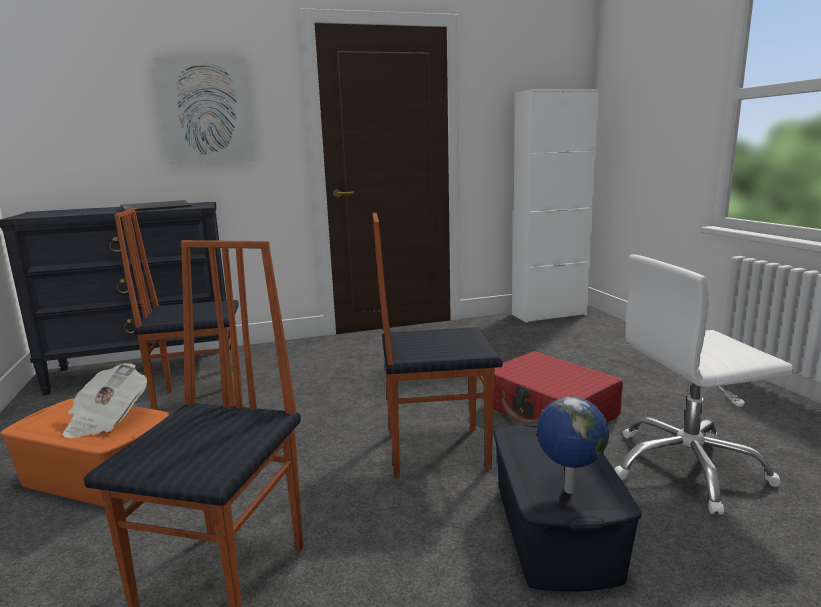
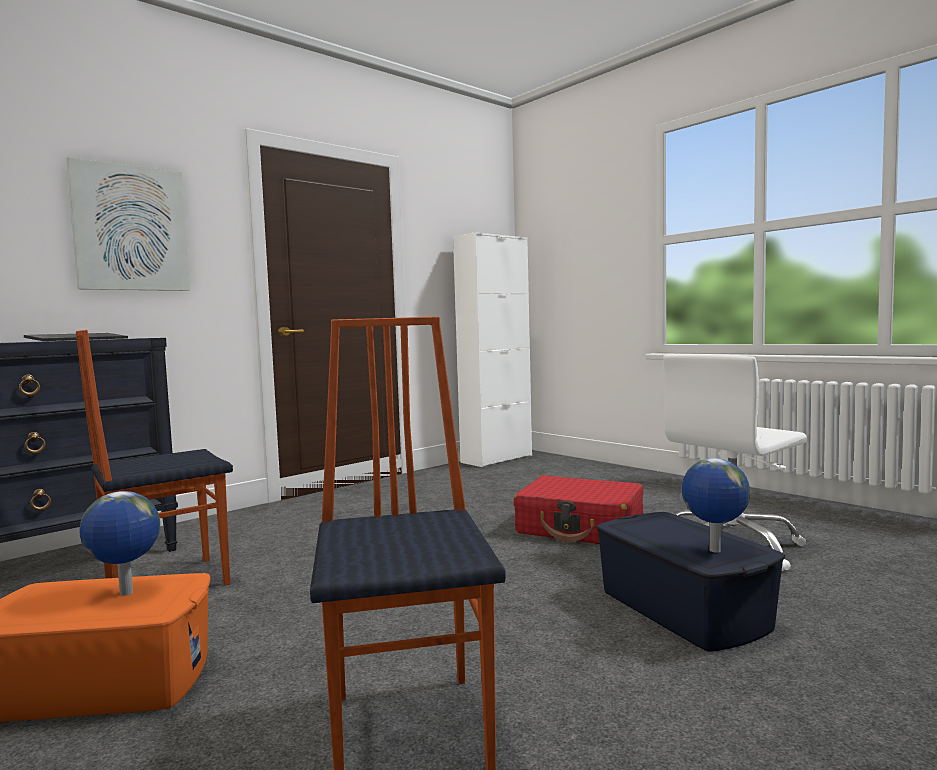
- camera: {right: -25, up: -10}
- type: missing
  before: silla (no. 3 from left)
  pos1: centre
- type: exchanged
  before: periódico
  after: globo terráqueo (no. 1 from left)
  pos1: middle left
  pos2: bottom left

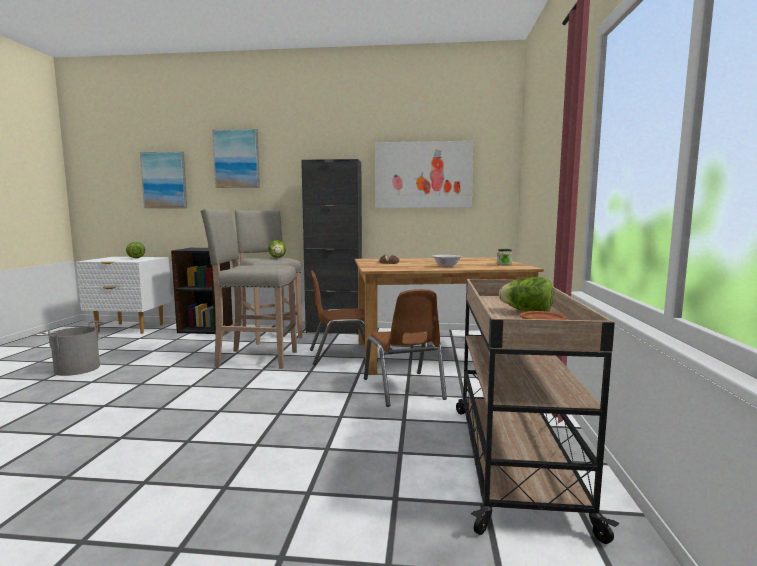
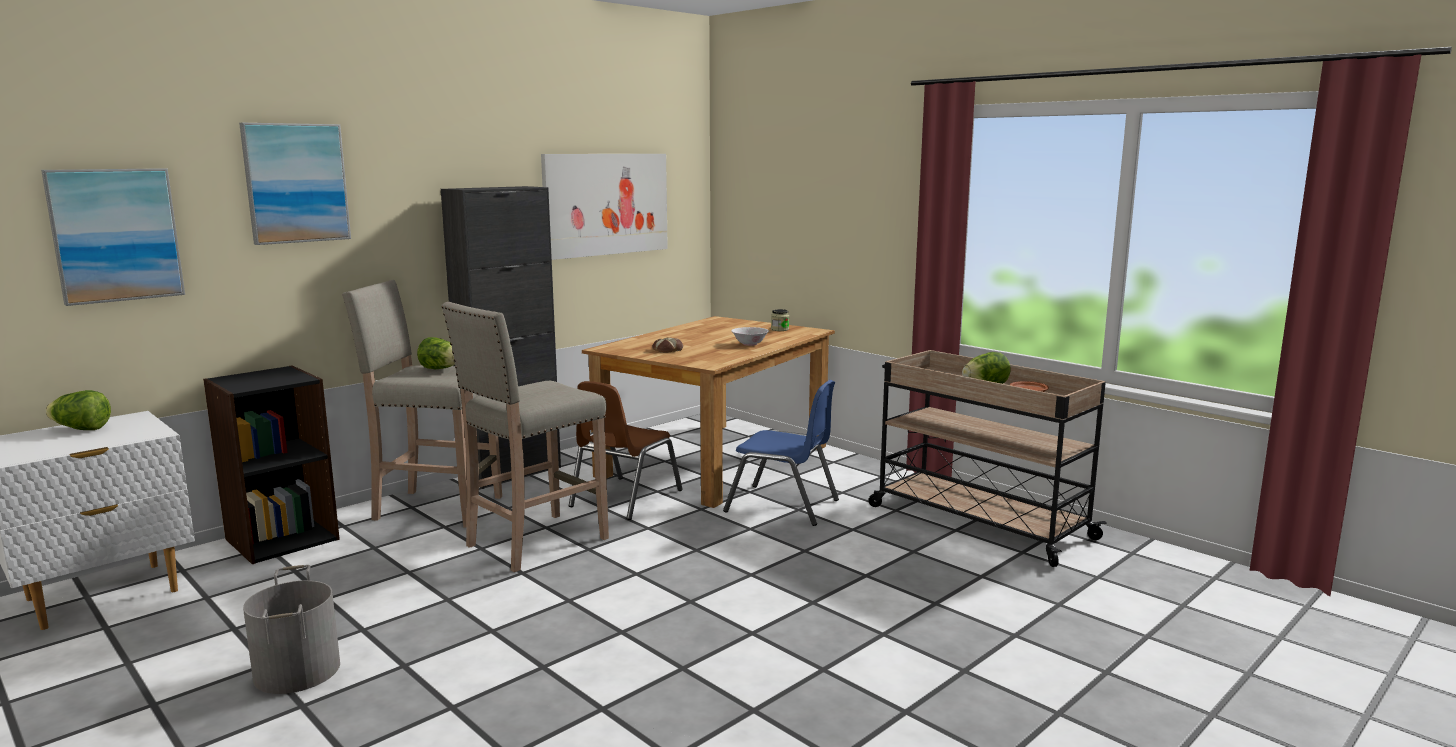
- camera: {right: -50, up: 5}
- type: colour
  before: silla/marrón (no. 2 from left)
  after: silla/azul
  pos1: centre
  pos2: centre

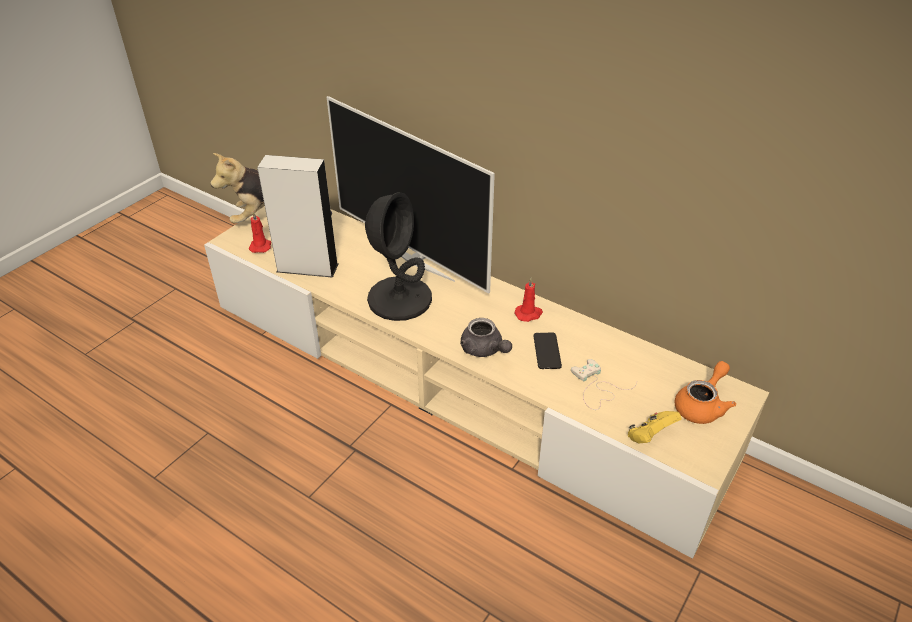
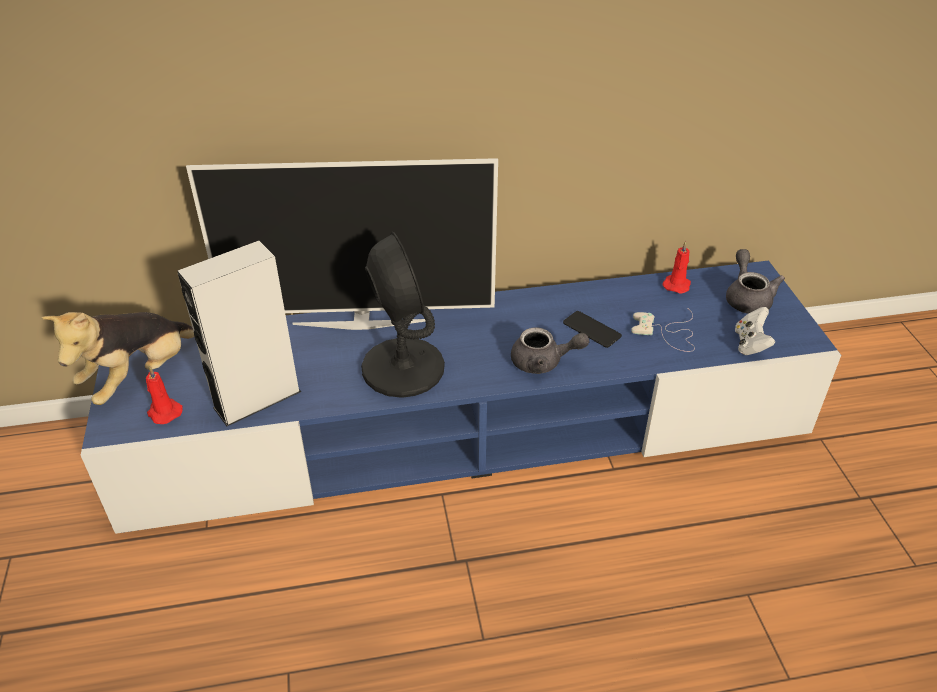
- camera: {right: -45, up: 0}
- type: relocated
  before: vela/rojo (no. 2 from left)
  pos1: centre
  pos2: middle right
- type: colour
  before: mueble de televisión/beis
  after: mueble de televisión/azul
  pos1: centre
  pos2: centre
- type: colour
  before: mando de consola/amarillo
  after: mando de consola/blanco (no. 2 from left)
  pos1: bottom right
  pos2: middle right
- type: colour
  before: tetera/naranja
  after: tetera/gris (no. 2 from left)
  pos1: middle right
  pos2: middle right

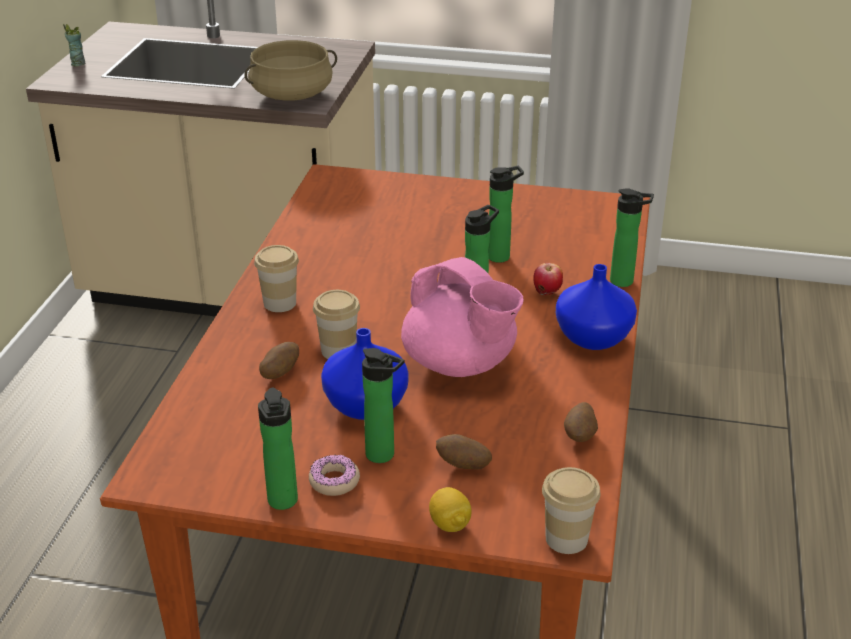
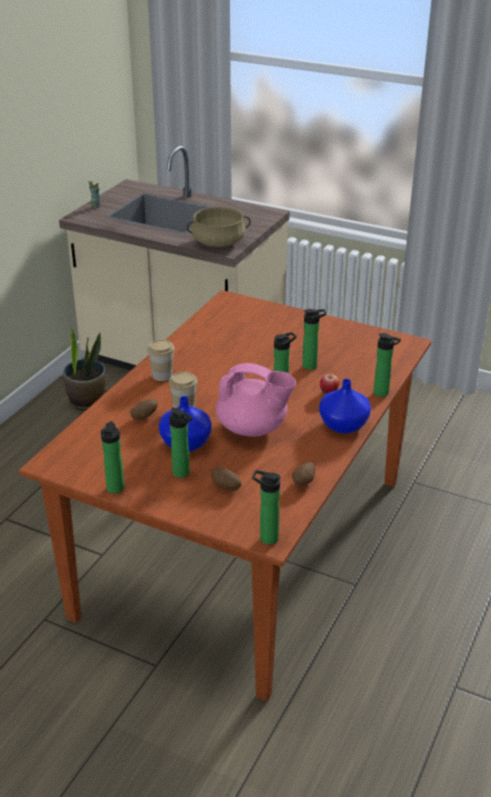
- camera: {right: 15, up: 0}
- type: missing
  before: rosquilla
  pos1: bottom centre
- type: missing
  before: limón
  pos1: bottom centre
- type: appeared
  after: planta en maceta
  pos2: middle left
- type: exchanged
  before: taza (no. 4 from left)
  after: botella (no. 3 from left)
  pos1: bottom right
  pos2: centre
- type: spun
  before: tetera/rosa
  pos1: centre
  pos2: centre
  turn: -45

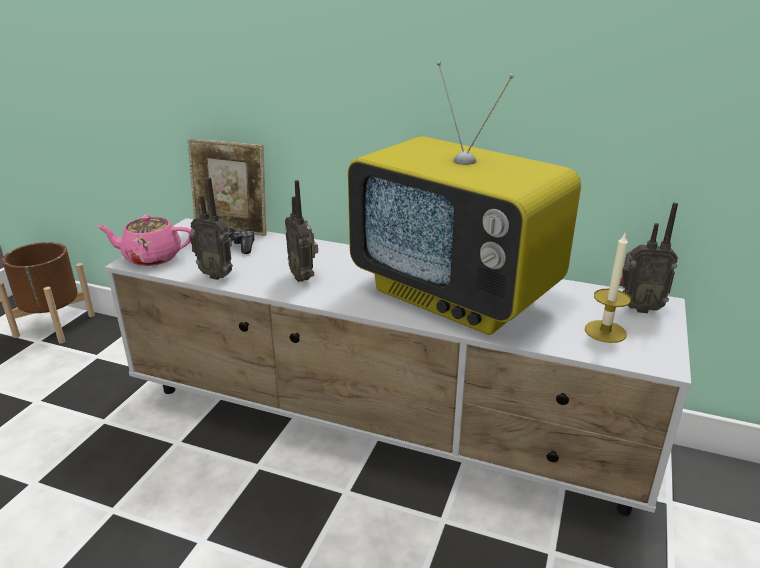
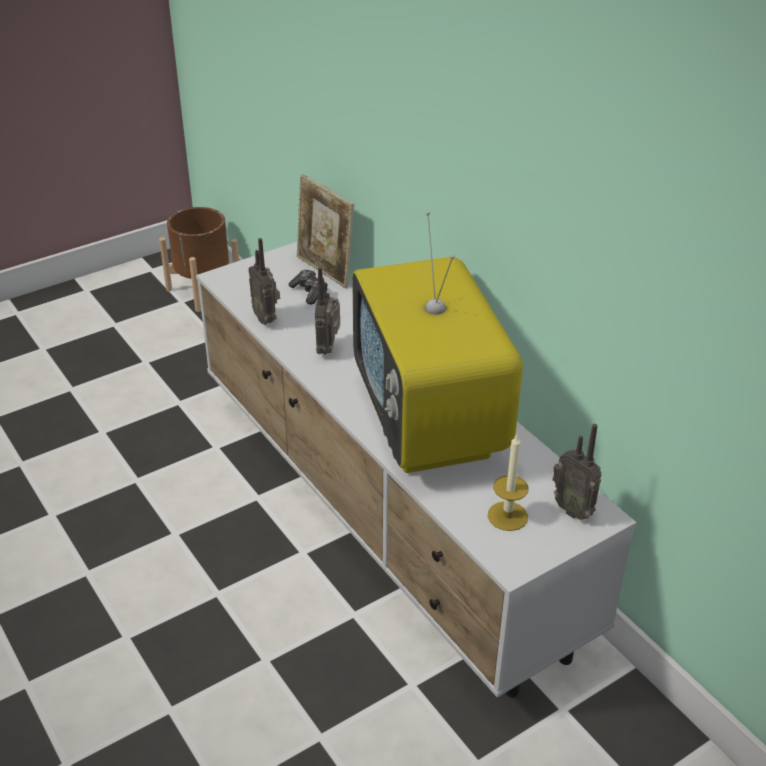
- camera: {right: 35, up: 10}
- type: missing
  before: tetera/rosa
  pos1: middle left

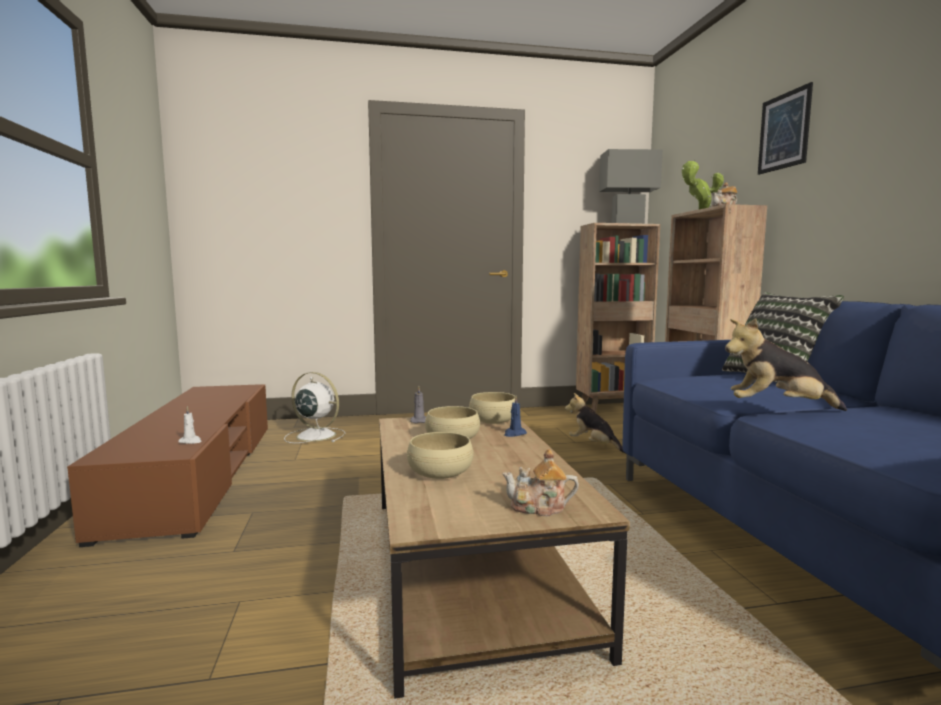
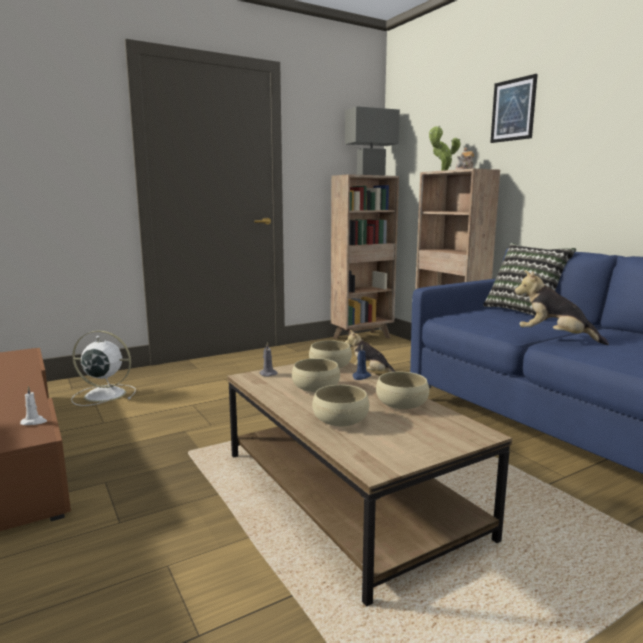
- camera: {right: -20, up: 5}
- type: missing
  before: tetera (no. 1 from left)
  pos1: bottom centre
- type: appeared
  after: cuenco/beis (no. 4 from left)
  pos2: centre
- type: spun
  before: peluche (no. 2 from left)
  pos1: middle right
  pos2: middle right
  turn: 45

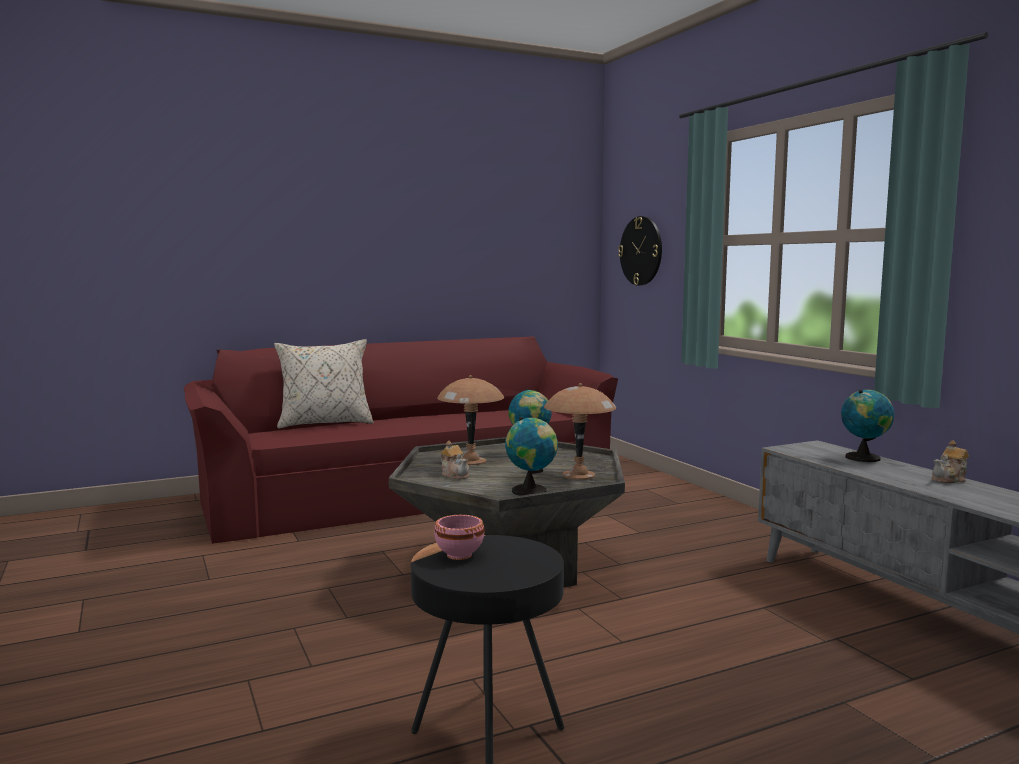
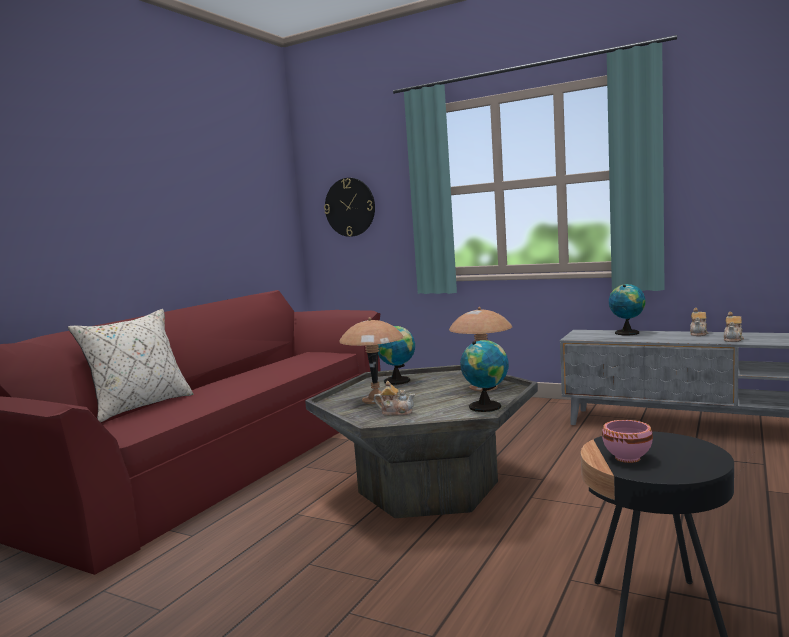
- camera: {right: -35, up: 0}
- type: appeared
  after: tetera (no. 3 from left)
  pos2: middle right

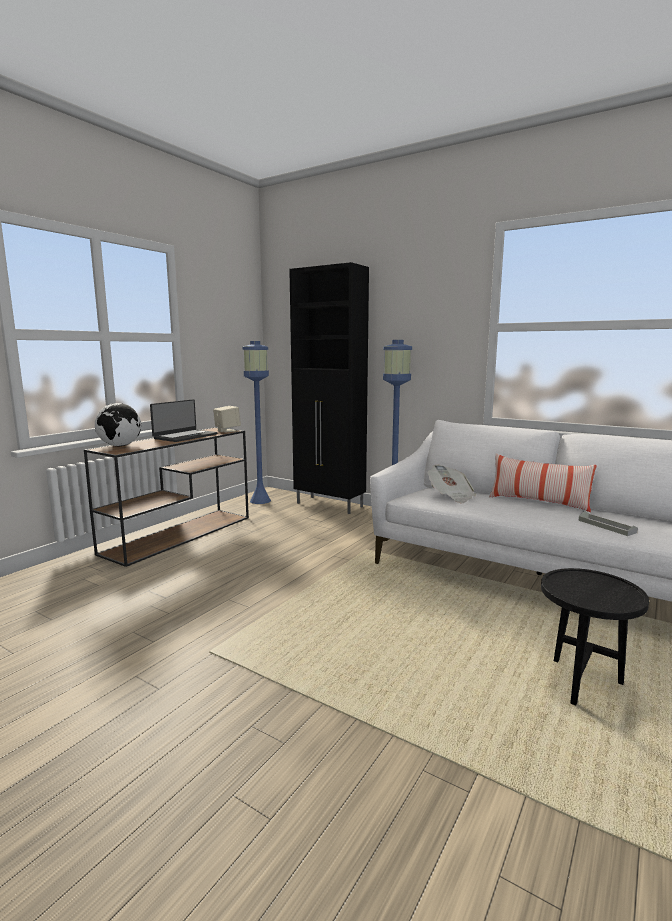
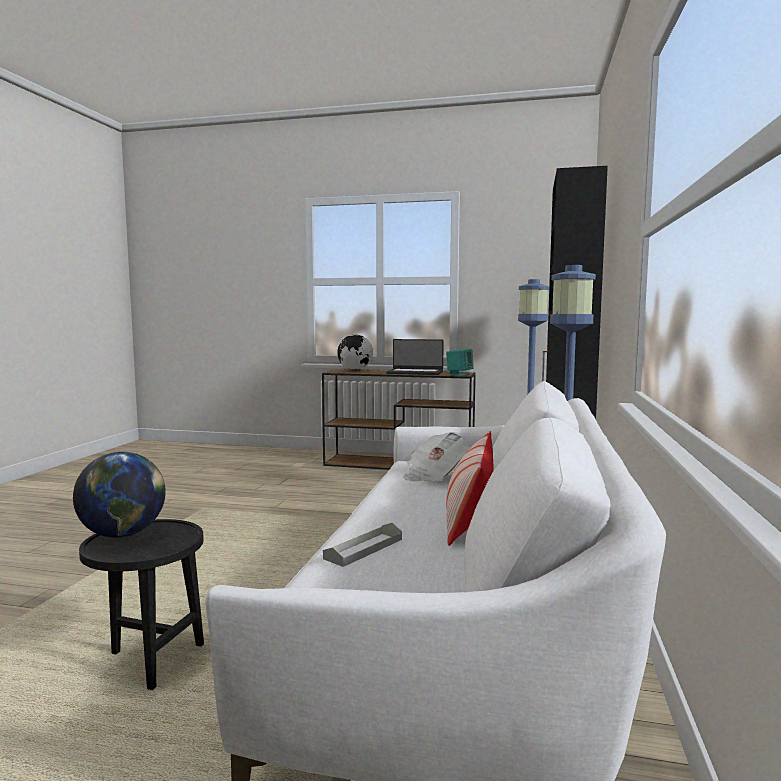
- camera: {right: 70, up: -5}
- type: appeared
  after: globo terráqueo (no. 1 from left)
  pos2: middle left
- type: colour
  before: altavoz/beis
  after: altavoz/turquesa
  pos1: centre
  pos2: centre

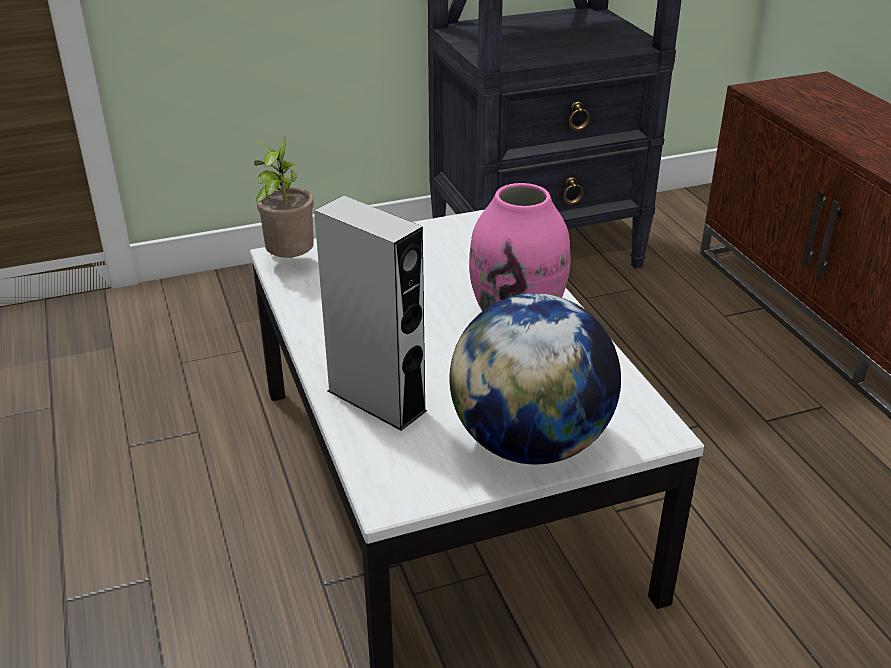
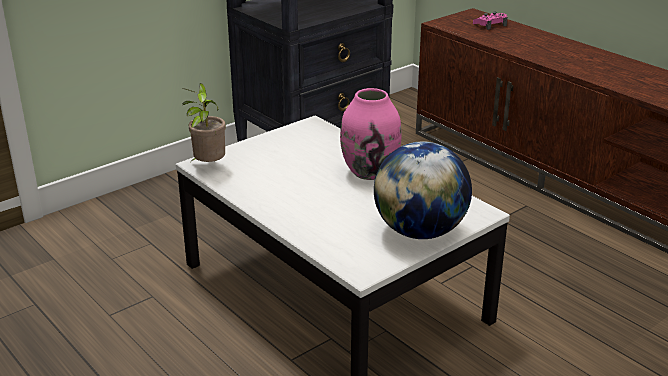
- camera: {right: -20, up: -5}
- type: missing
  before: altavoz/gris
  pos1: centre
- type: appeared
  after: mando de consola/rosa
  pos2: top right

